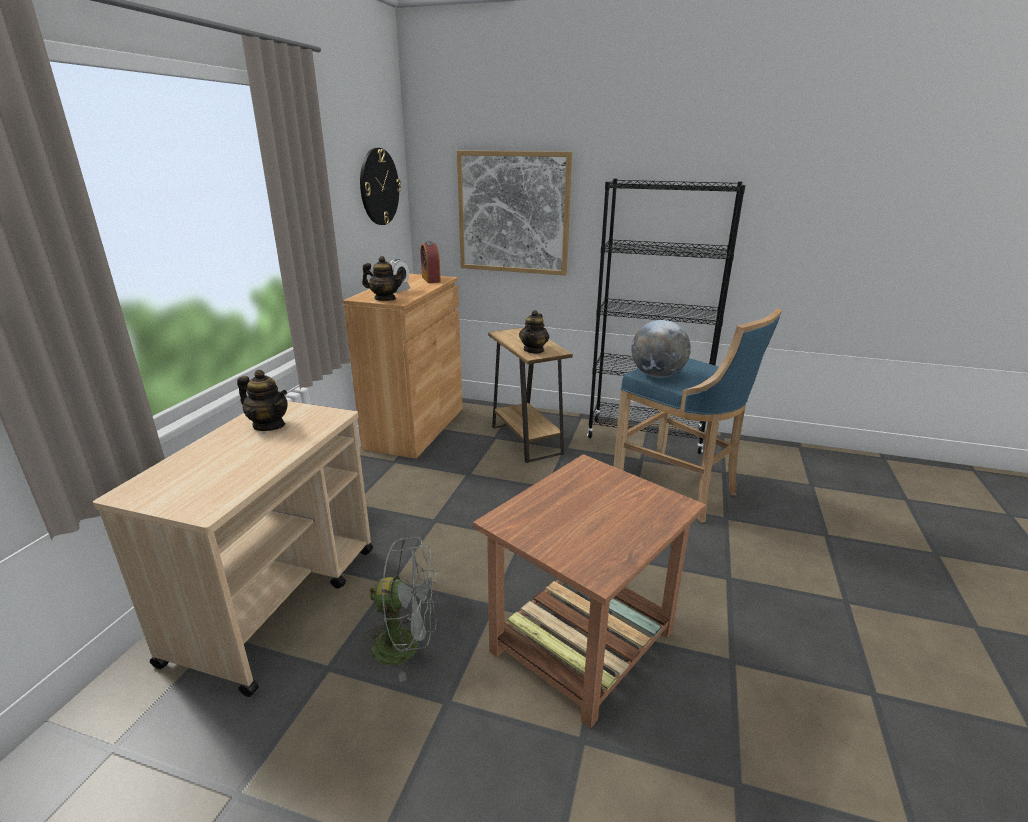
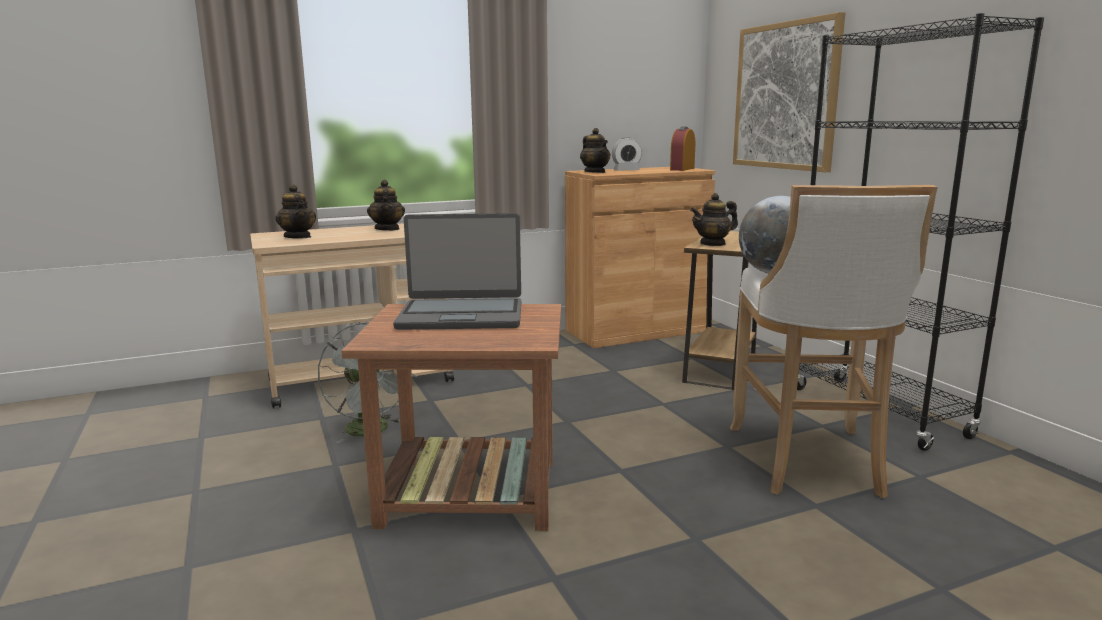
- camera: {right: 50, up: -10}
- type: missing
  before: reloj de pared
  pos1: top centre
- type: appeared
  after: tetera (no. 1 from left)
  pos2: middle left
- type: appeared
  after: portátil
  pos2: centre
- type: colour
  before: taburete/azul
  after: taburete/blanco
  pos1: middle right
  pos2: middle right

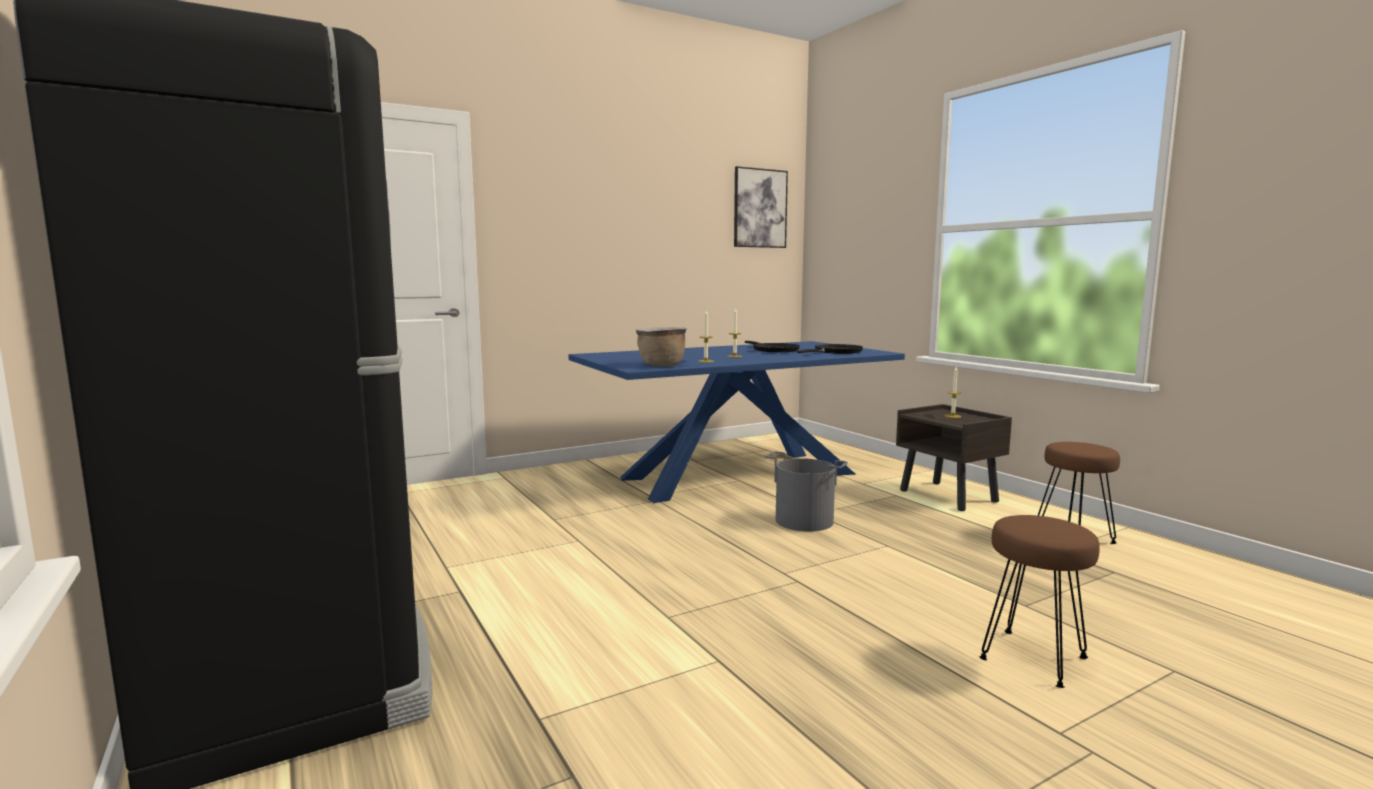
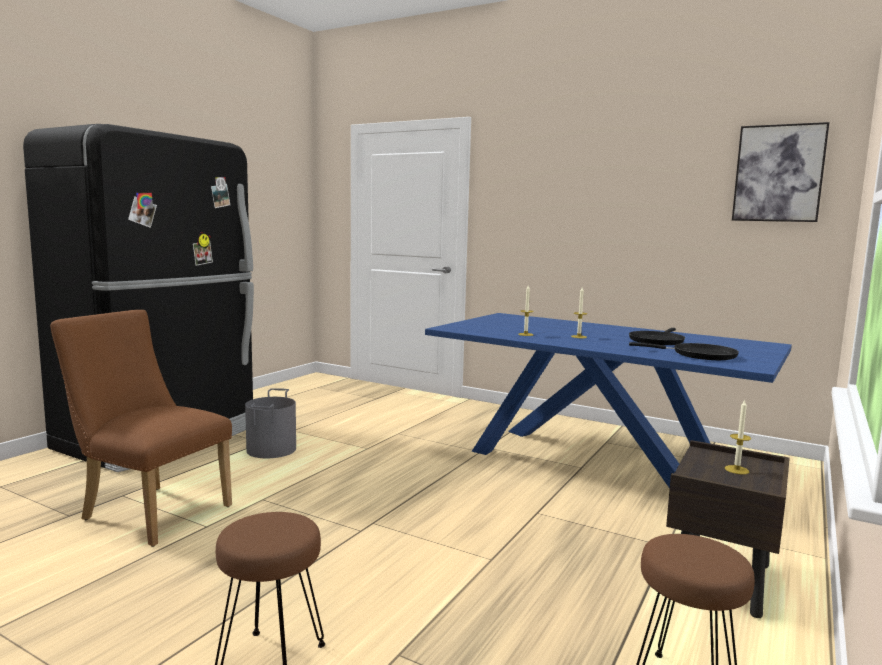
- camera: {right: 60, up: 0}
- type: missing
  before: olla/marrón
  pos1: centre
- type: appeared
  after: silla/marrón
  pos2: middle left
- type: relocated
  before: cubo/gris
  pos1: centre
  pos2: middle left

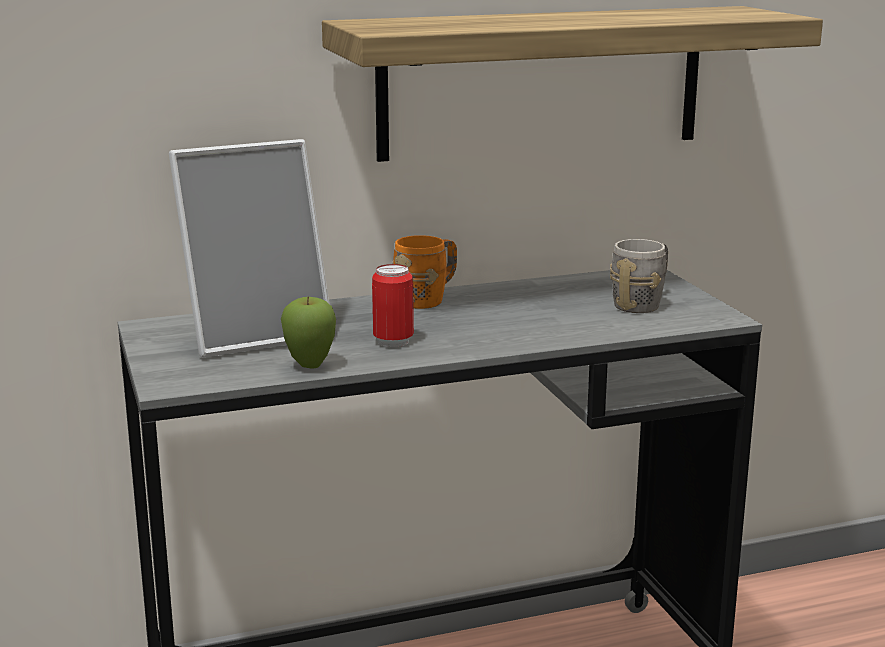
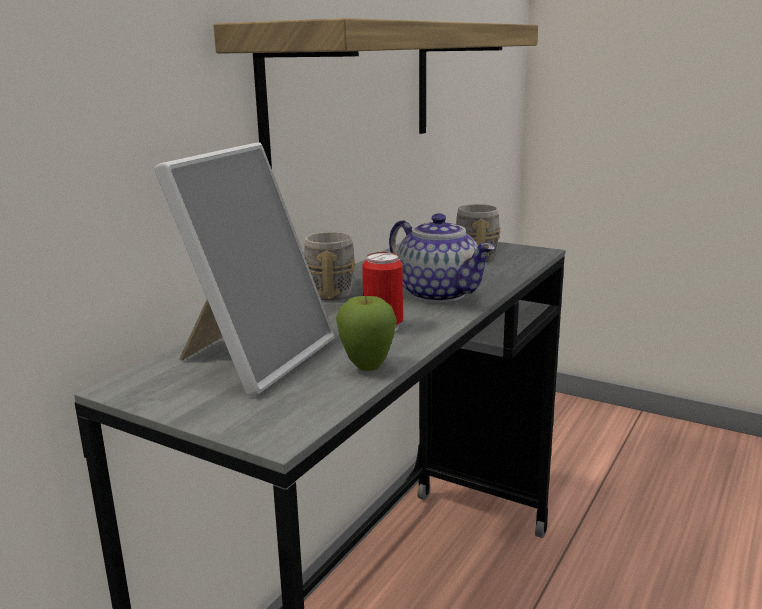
- camera: {right: -40, up: 0}
- type: appeared
  after: tetera
  pos2: centre
- type: colour
  before: taza grande/naranja
  after: taza grande/gris (no. 1 from left)
  pos1: centre
  pos2: centre

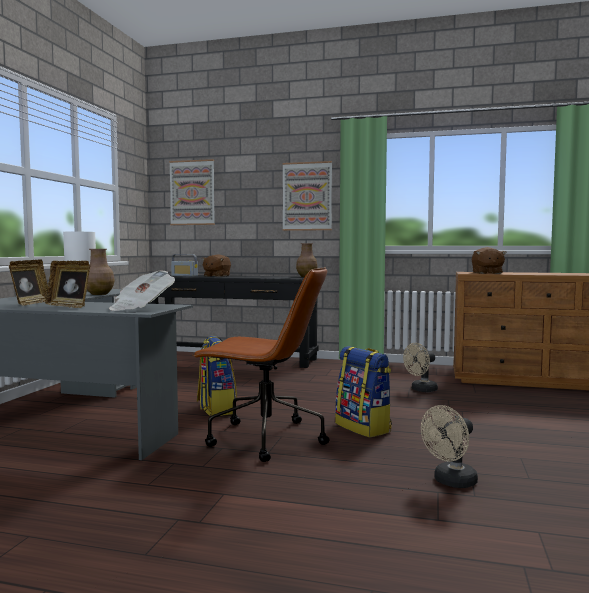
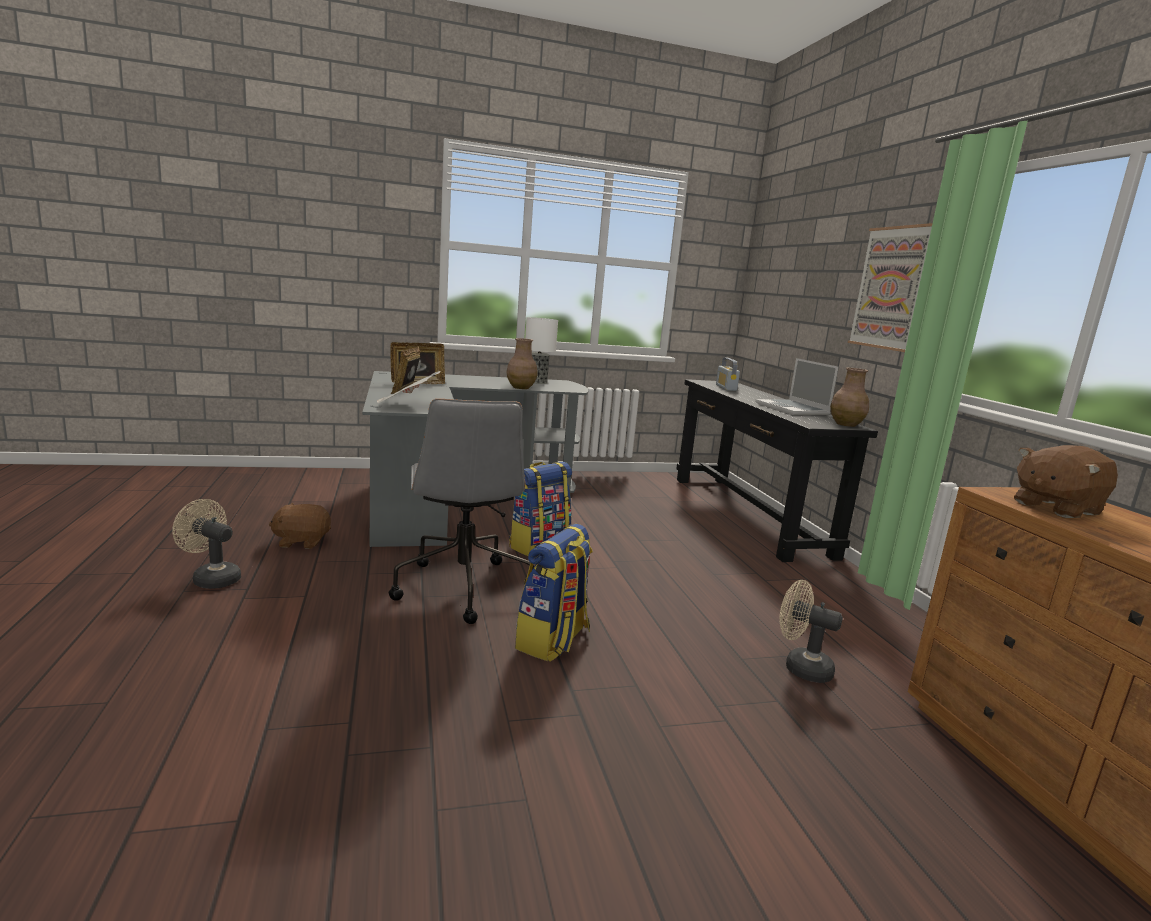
- camera: {right: 60, up: 10}
- type: missing
  before: cuadro (no. 1 from left)
  pos1: top left
- type: appeared
  after: portátil
  pos2: middle right
- type: relocated
  before: peluche/marrón (no. 1 from left)
  pos1: centre
  pos2: middle left
- type: relocated
  before: ventilador/beis (no. 2 from left in the first image)
  after: ventilador/beis (no. 1 from left)
  pos1: bottom right
  pos2: middle left
- type: colour
  before: silla de oficina/marrón
  after: silla de oficina/gris
  pos1: centre
  pos2: centre

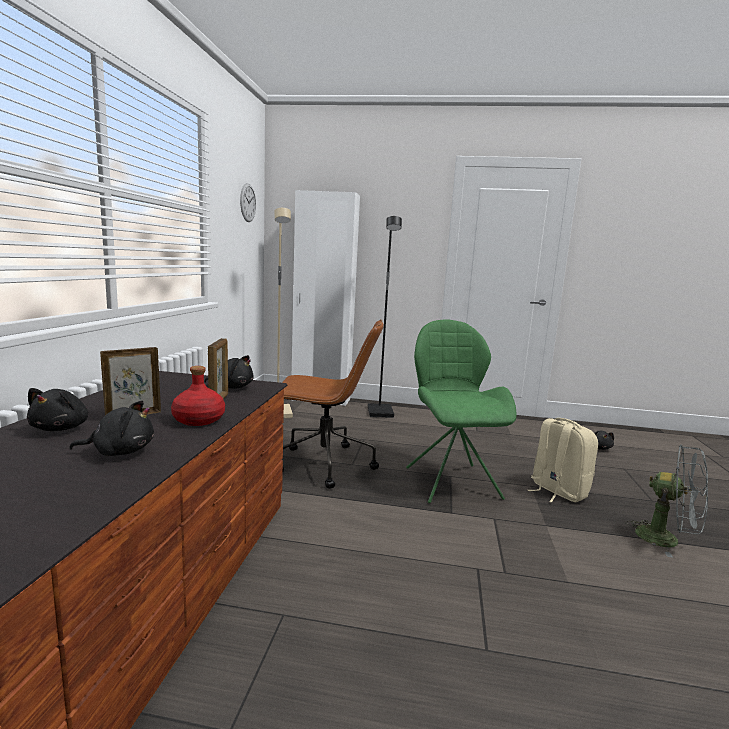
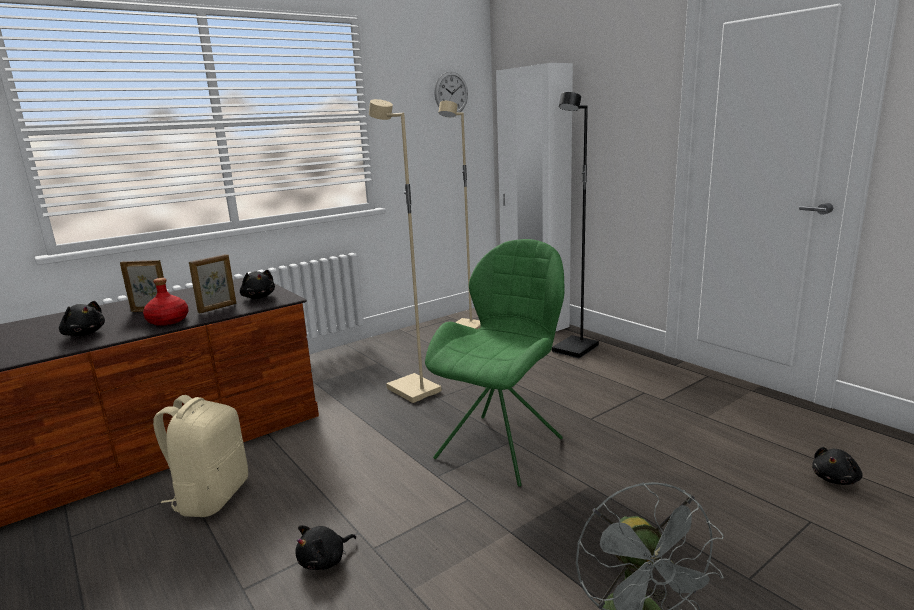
- camera: {right: 45, up: 5}
- type: relocated
  before: peluche/negro (no. 1 from left in the first image)
  after: peluche/negro (no. 3 from left)
  pos1: middle left
  pos2: bottom centre
- type: relocated
  before: mochila/beis
  pos1: middle right
  pos2: bottom left
- type: exchanged
  before: silla de oficina/marrón
  after: lámpara de pie/beis (no. 1 from left)
  pos1: centre
  pos2: centre

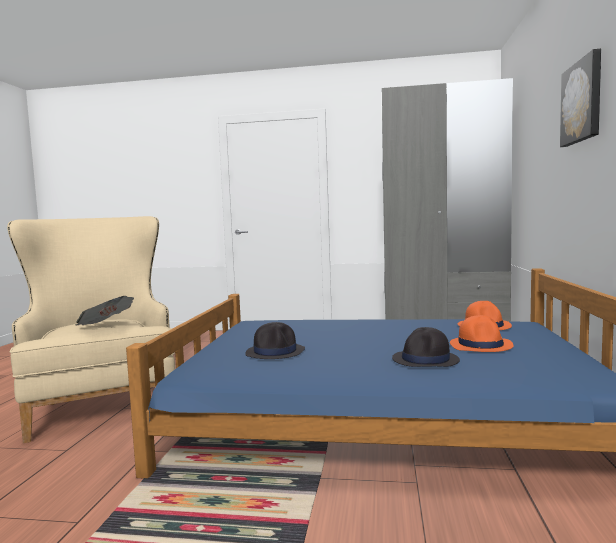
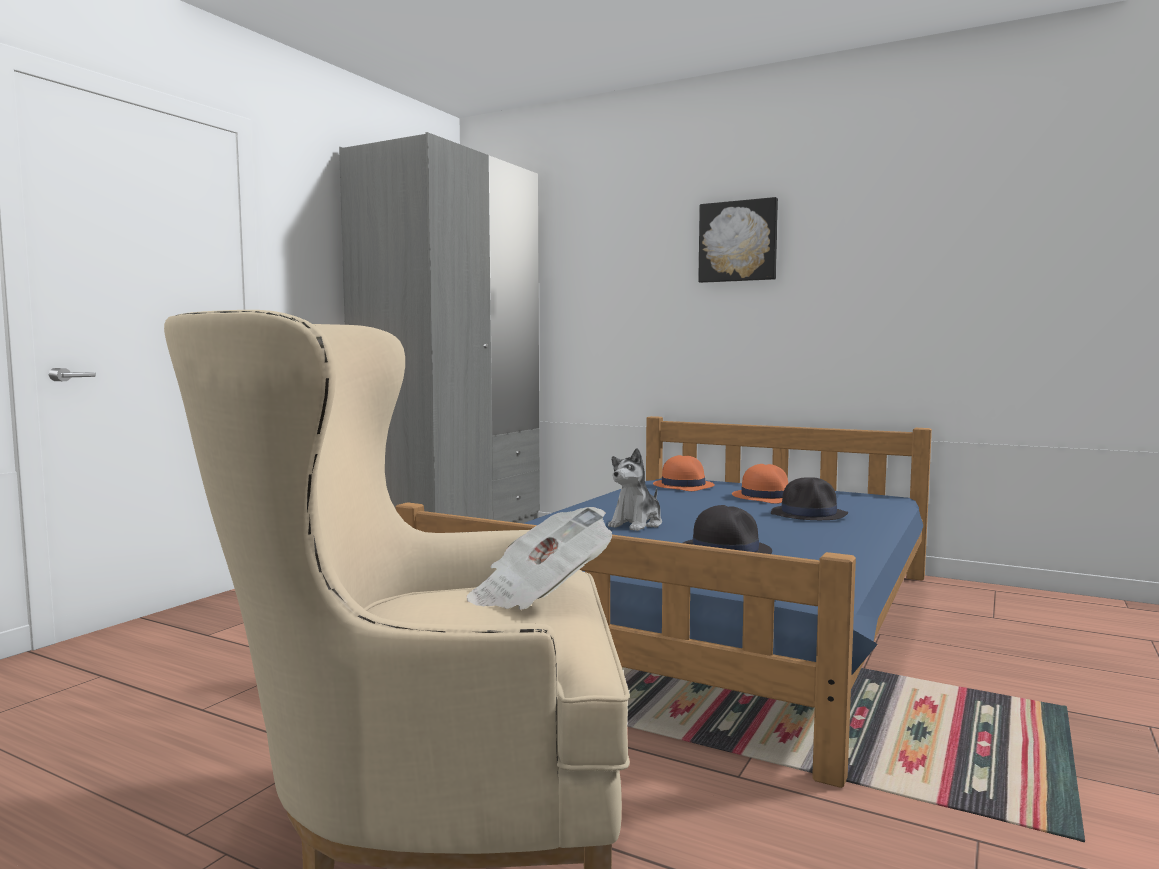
- camera: {right: -70, up: 0}
- type: appeared
  after: peluche
  pos2: centre

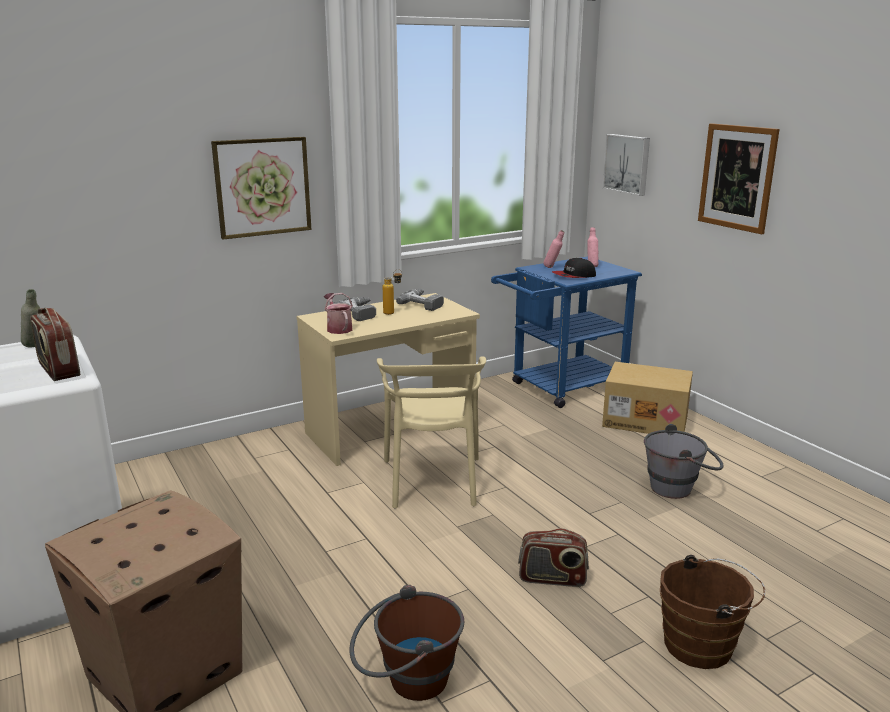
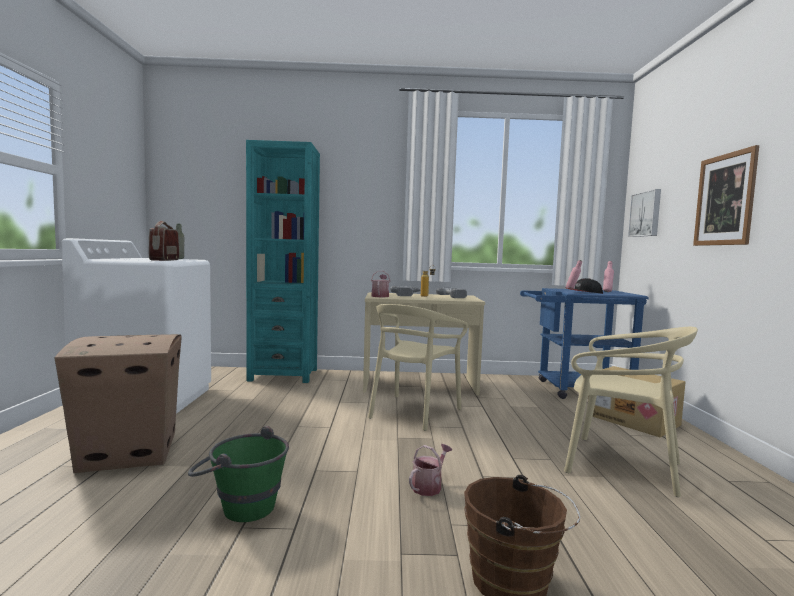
- camera: {right: 30, up: -15}
- type: missing
  before: cuadro (no. 1 from left)
  pos1: top left
- type: appeared
  after: estantería/turquesa
  pos2: centre
- type: exchanged
  before: radio (no. 2 from left)
  after: regadera (no. 2 from left)
  pos1: bottom centre
  pos2: bottom centre
- type: exchanged
  before: cubo/gris
  after: silla/beis (no. 2 from left)
  pos1: middle right
  pos2: bottom right
- type: colour
  before: cubo/marrón (no. 1 from left)
  after: cubo/verde
  pos1: bottom centre
  pos2: bottom left

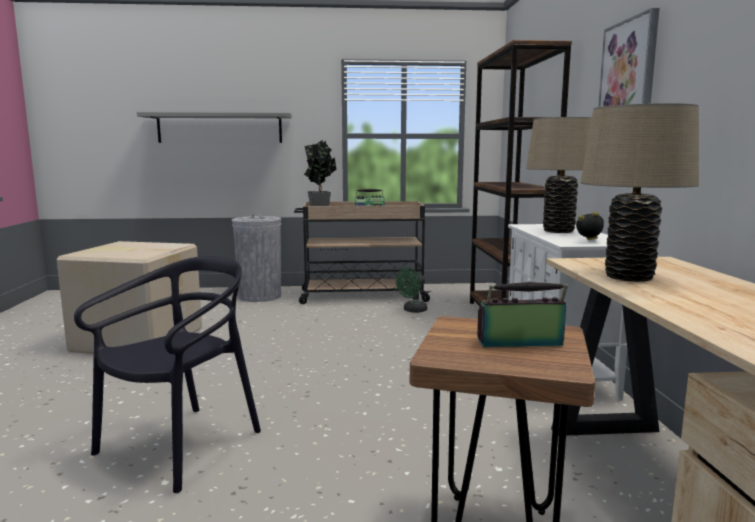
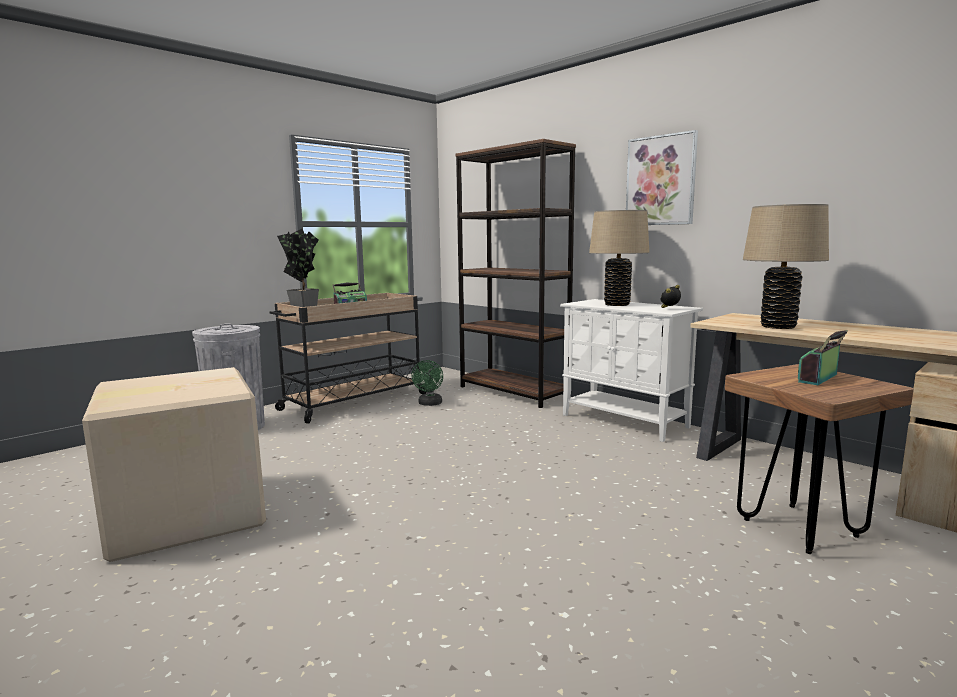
- camera: {right: -40, up: 0}
- type: missing
  before: silla/negro
  pos1: bottom left
- type: missing
  before: estante/gris
  pos1: top left

